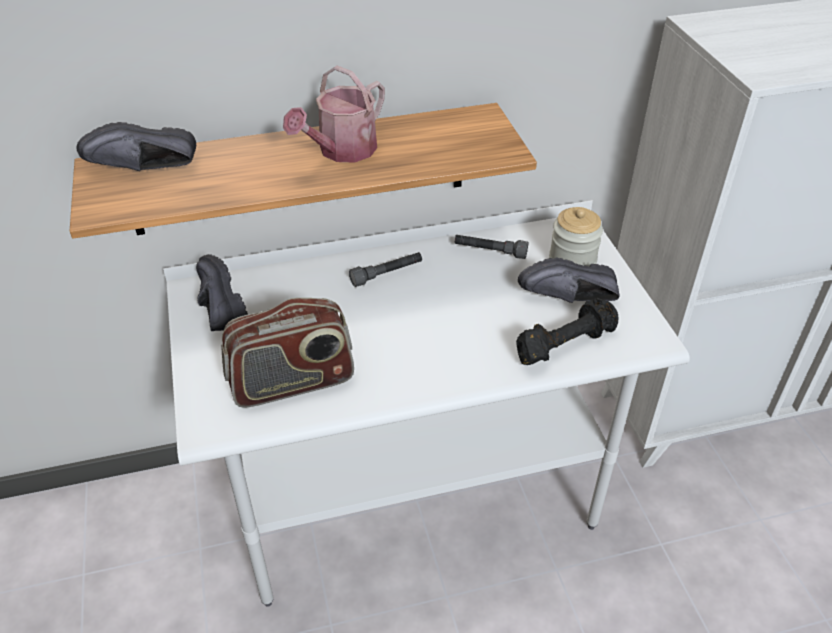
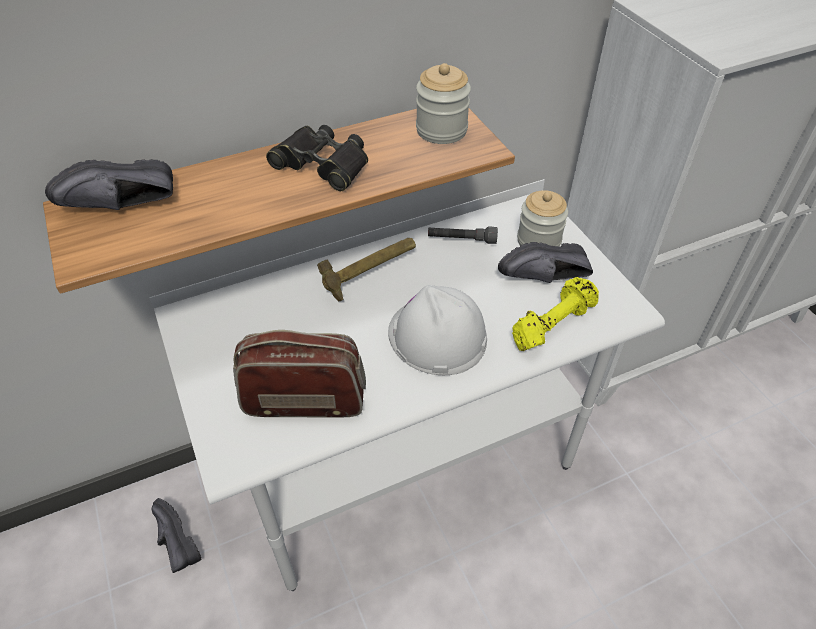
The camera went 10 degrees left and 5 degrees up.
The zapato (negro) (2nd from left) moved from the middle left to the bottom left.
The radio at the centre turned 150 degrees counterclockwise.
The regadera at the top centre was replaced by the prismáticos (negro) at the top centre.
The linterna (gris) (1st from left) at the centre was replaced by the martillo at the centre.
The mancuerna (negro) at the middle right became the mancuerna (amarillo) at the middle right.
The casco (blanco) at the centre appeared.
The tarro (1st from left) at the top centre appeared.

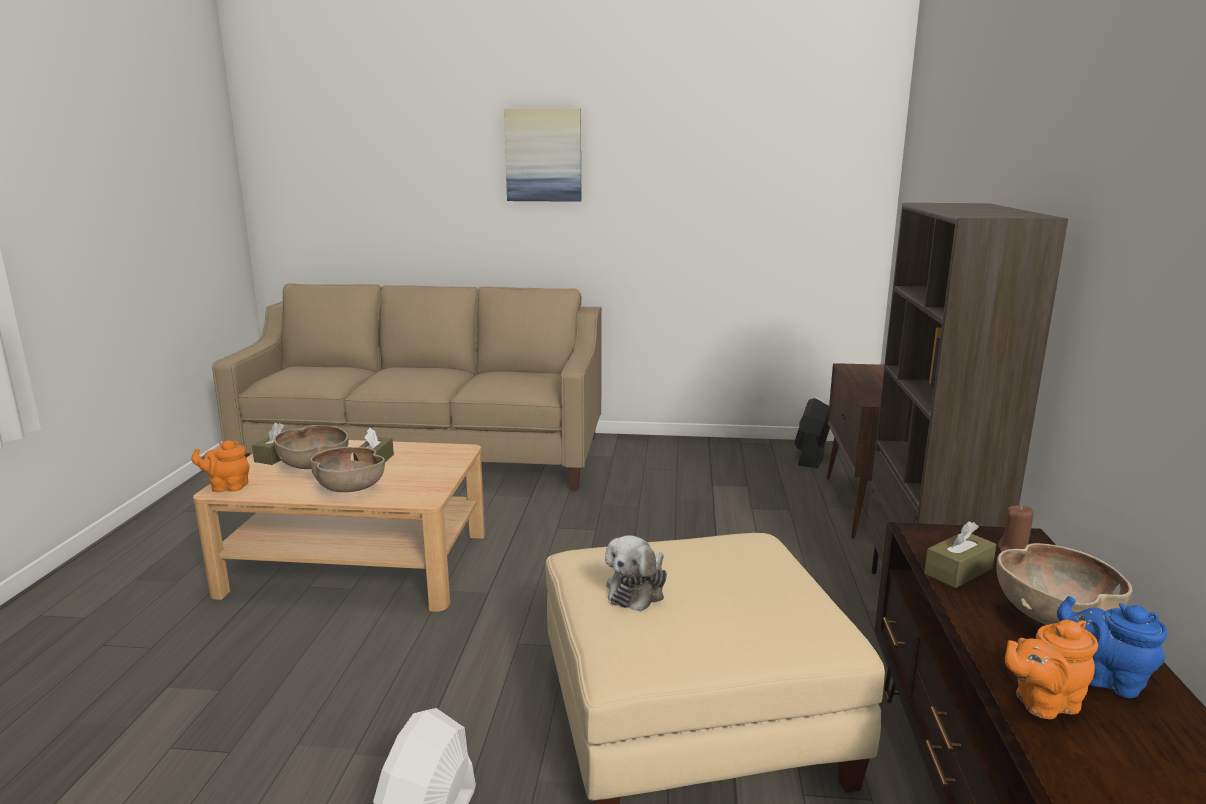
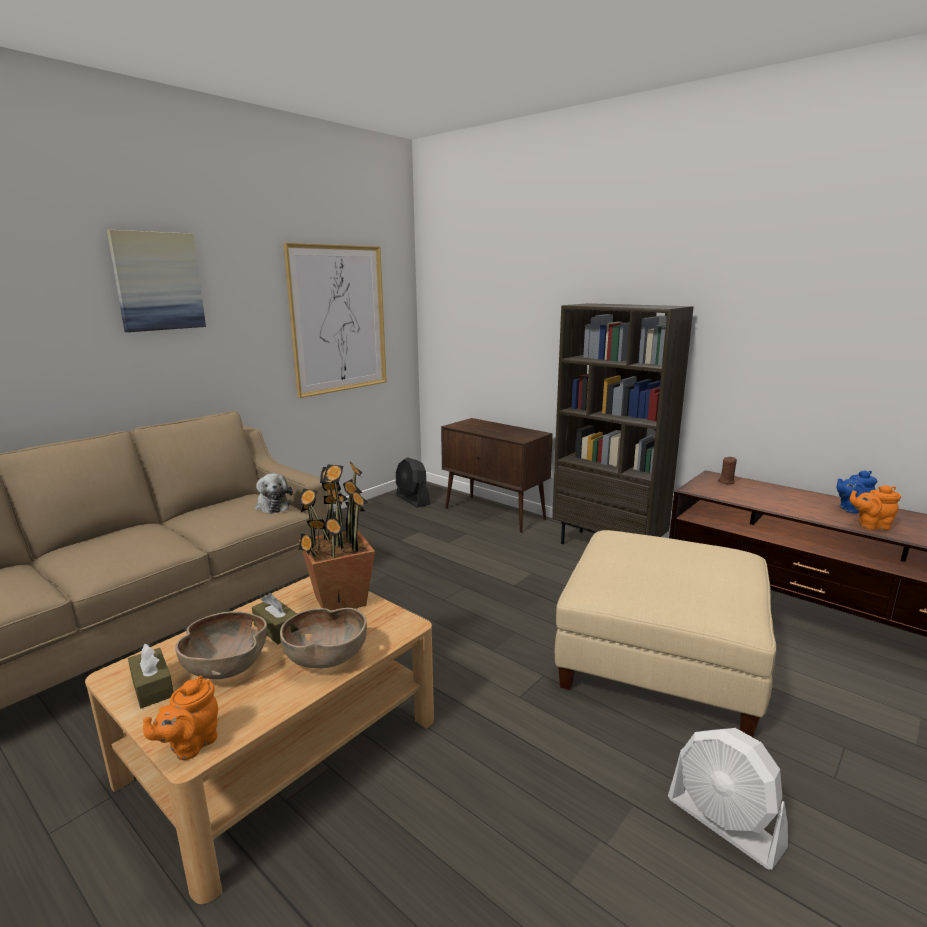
The camera went 55 degrees left and 0 degrees up.
The peluche moved from the bottom centre to the middle left.
The caja de pañuelos (marrón) (3rd from left) at the bottom right disappeared.
The cuenco (marrón) (3rd from left) at the bottom right disappeared.
The tetera (naranja) (2nd from left) at the bottom right turned 75 degrees clockwise.
The cuadro (2nd from left) at the centre appeared.
The planta en maceta at the centre appeared.

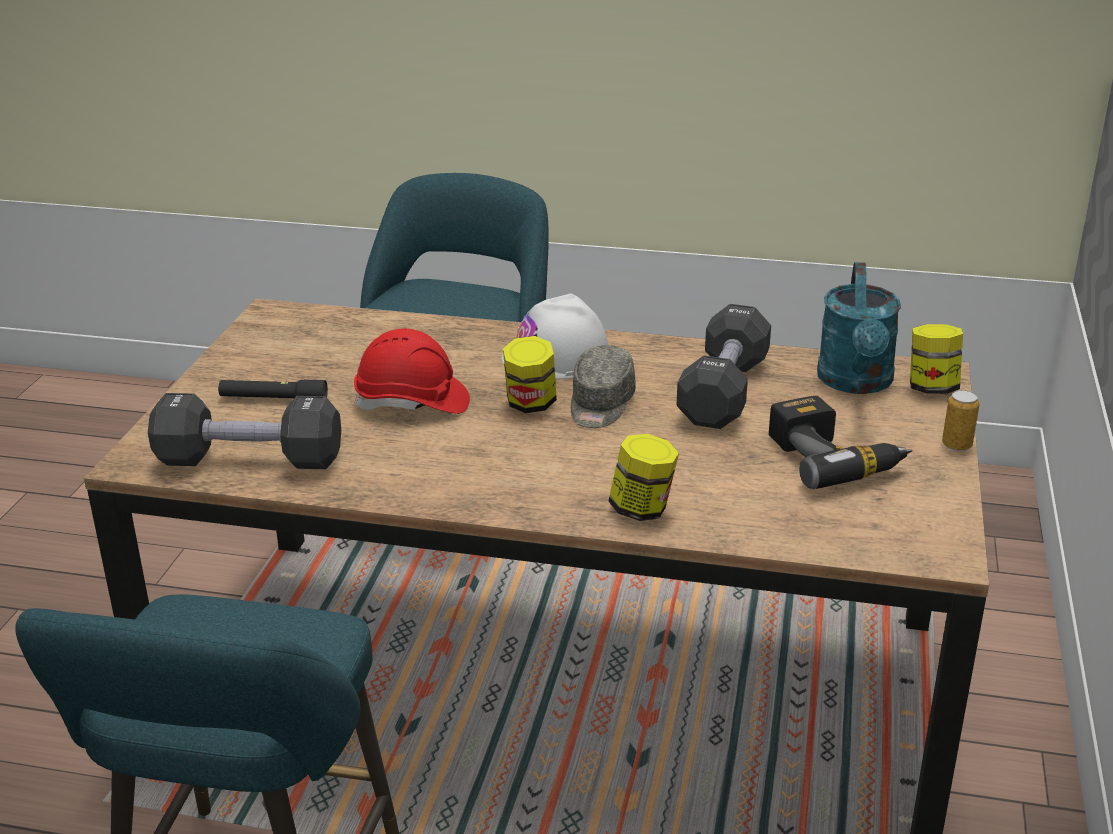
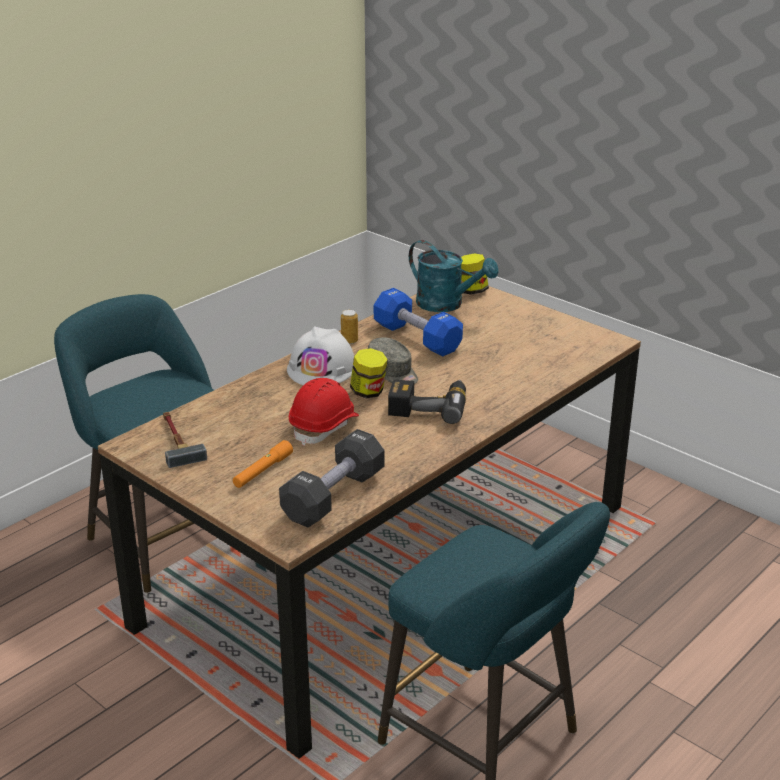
The camera went 60 degrees left and 0 degrees up.
The linterna (negro) at the middle left became the linterna (naranja) at the centre.
The tarro (2nd from left) at the centre disappeared.
The mancuerna (negro) (2nd from left) at the centre became the mancuerna (azul) at the centre.
The taladro moved from the middle right to the centre.
The lata moved from the middle right to the centre.
The martillo at the middle left appeared.

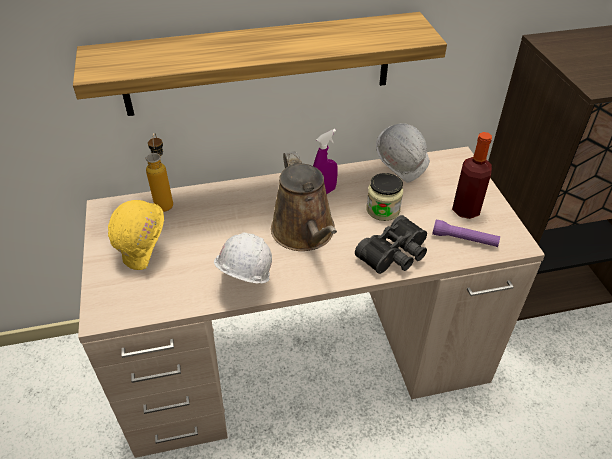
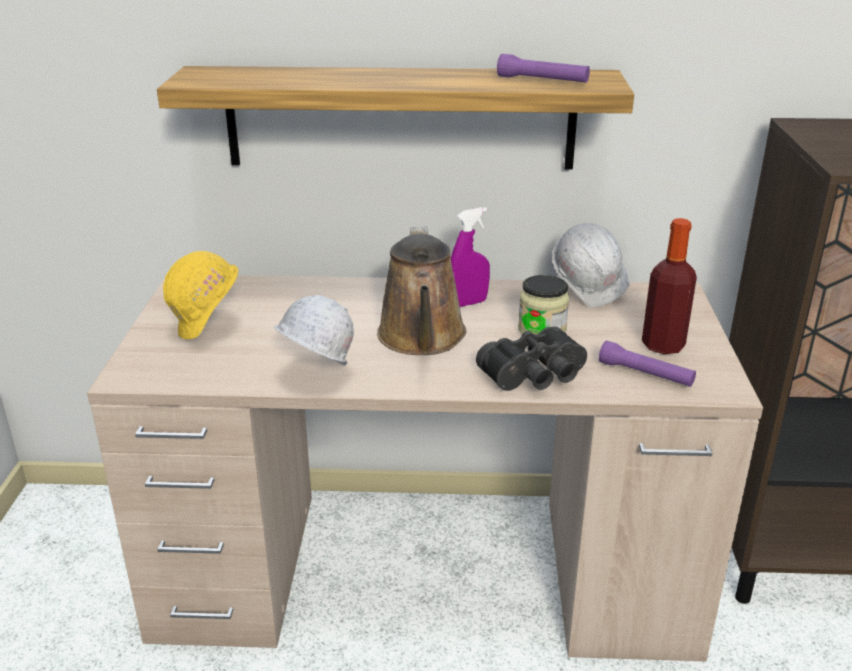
The camera went 15 degrees right and 15 degrees down.
The botella (1st from left) at the middle left disappeared.
The linterna (morado) (1st from left) at the top centre appeared.

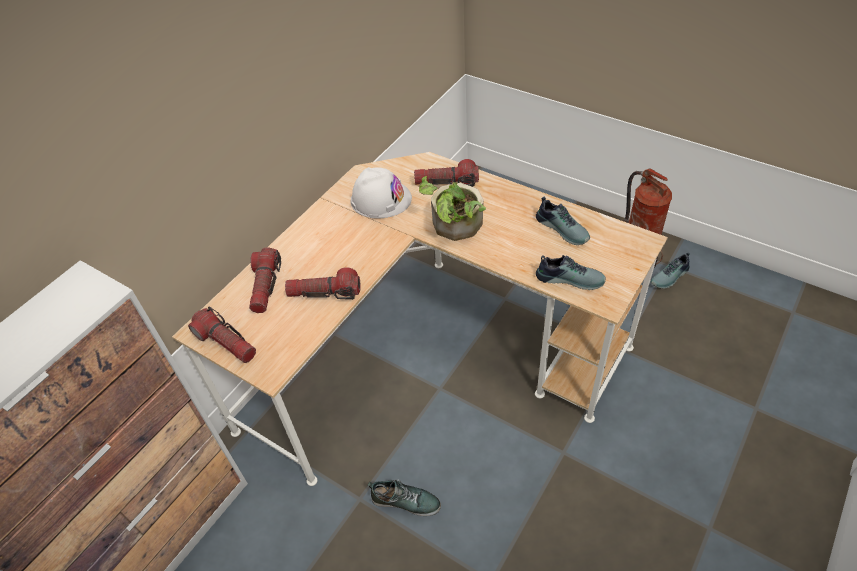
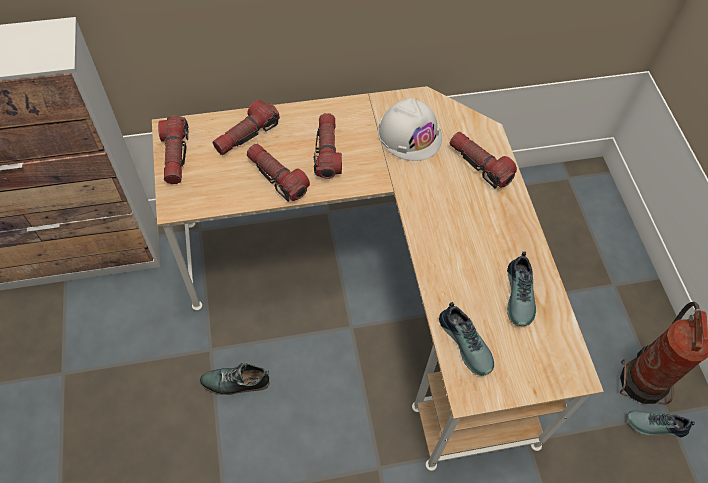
The camera went 40 degrees right and 10 degrees up.
The zapato (1st from left) at the bottom centre turned 120 degrees clockwise.
The planta en maceta at the centre disappeared.
The linterna (4th from left) at the top centre appeared.

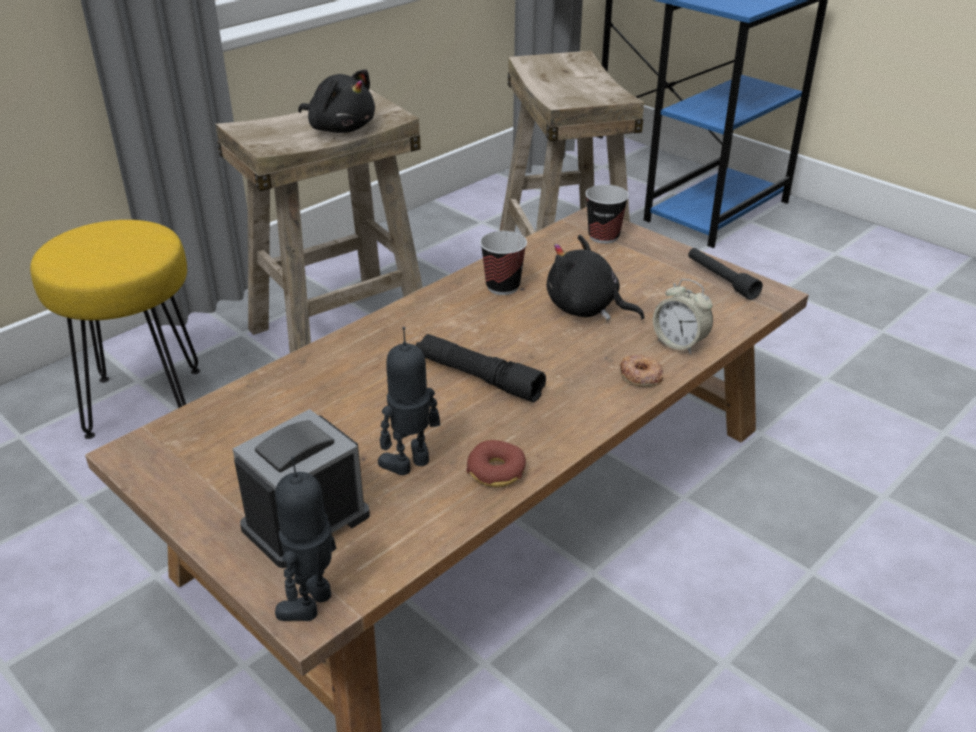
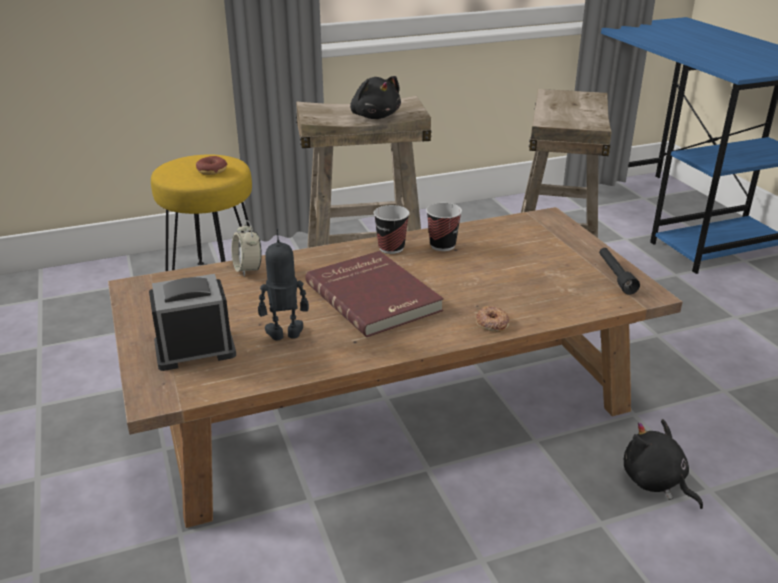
The camera went 25 degrees right and 5 degrees down.
The robot de juguete (1st from left) at the bottom left disappeared.
The linterna (negro) (1st from left) at the centre was replaced by the libro (rojo) at the centre.
The rosquilla (1st from left) moved from the centre to the top left.
The peluche (negro) (2nd from left) moved from the centre to the bottom right.
The taza (2nd from left in the first image) moved from the top centre to the centre.
The despertador (2nd from left) moved from the middle right to the middle left.

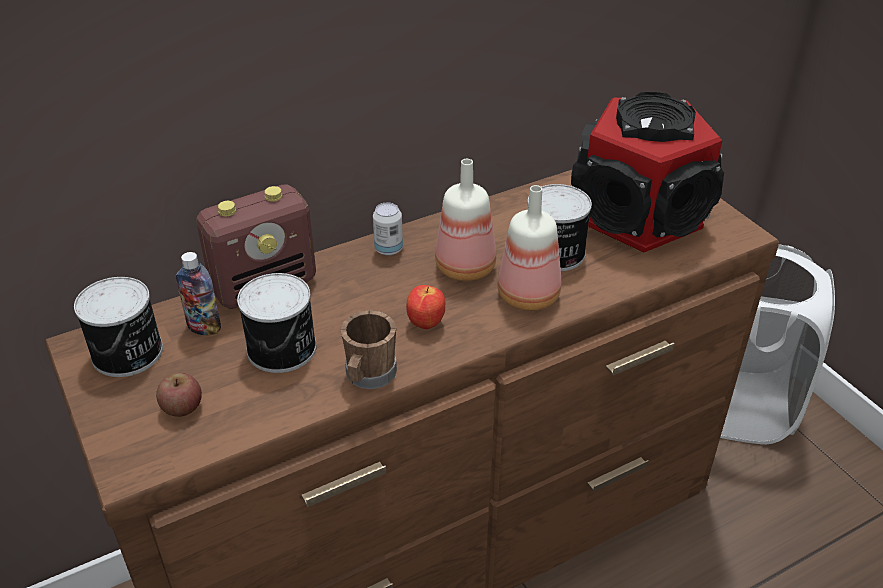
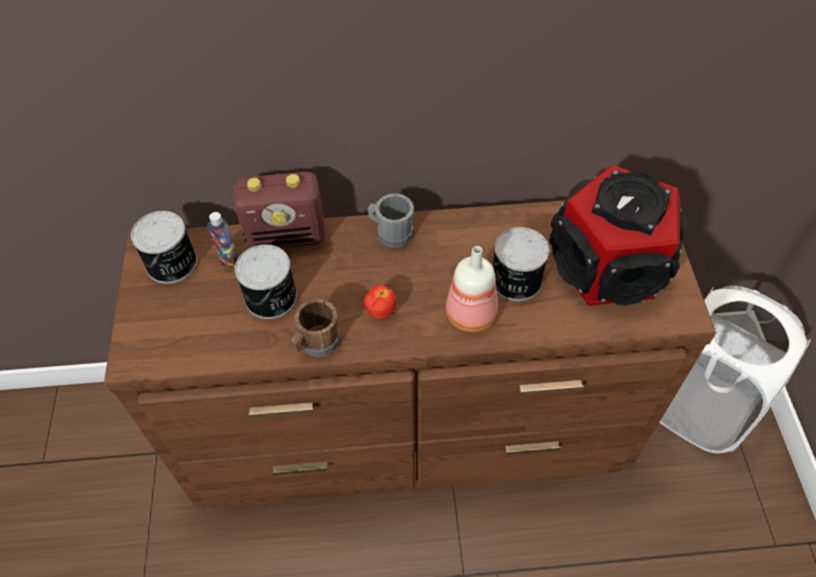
The camera went 25 degrees right and 15 degrees up.
The manzana (1st from left) at the bottom left disappeared.
The lata (3rd from left) at the centre was replaced by the taza grande (gris) at the centre.
The botella (2nd from left) at the centre disappeared.

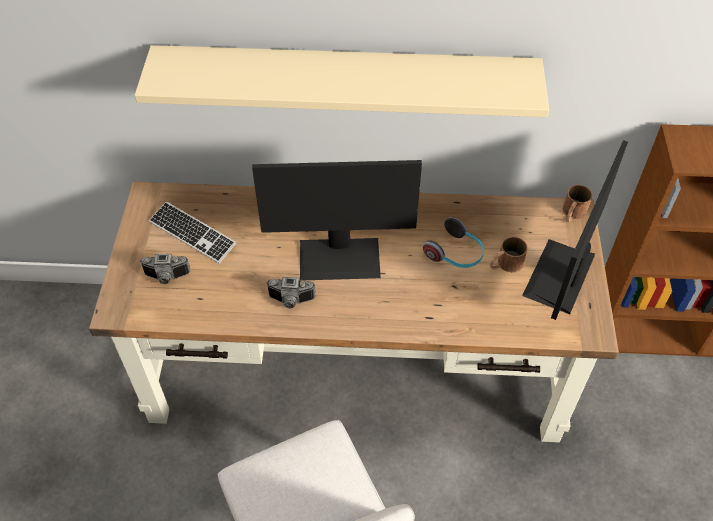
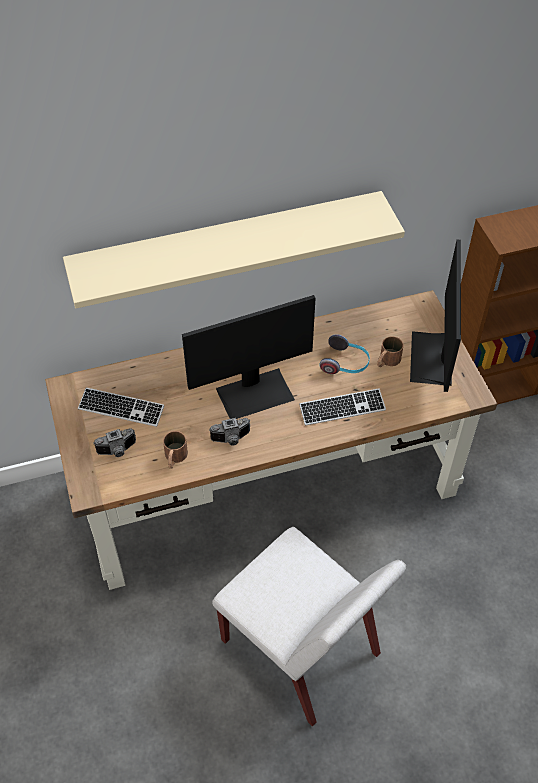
The camera went 20 degrees left and 0 degrees up.
The taza grande (marrón) (2nd from left in the first image) moved from the middle right to the middle left.
The teclado (2nd from left) at the centre appeared.

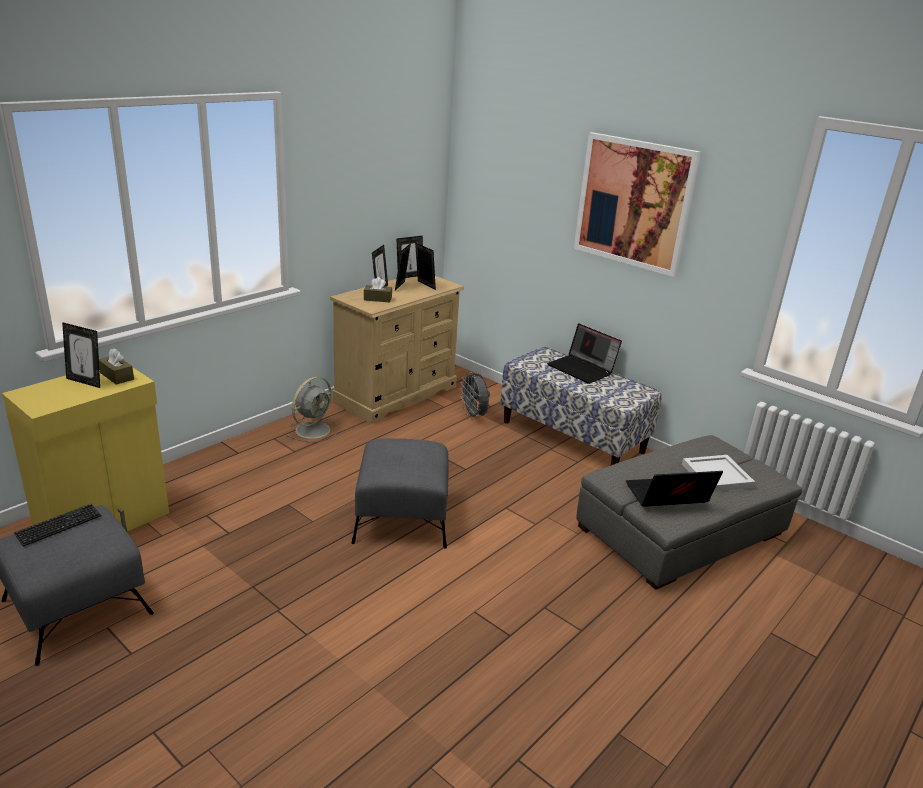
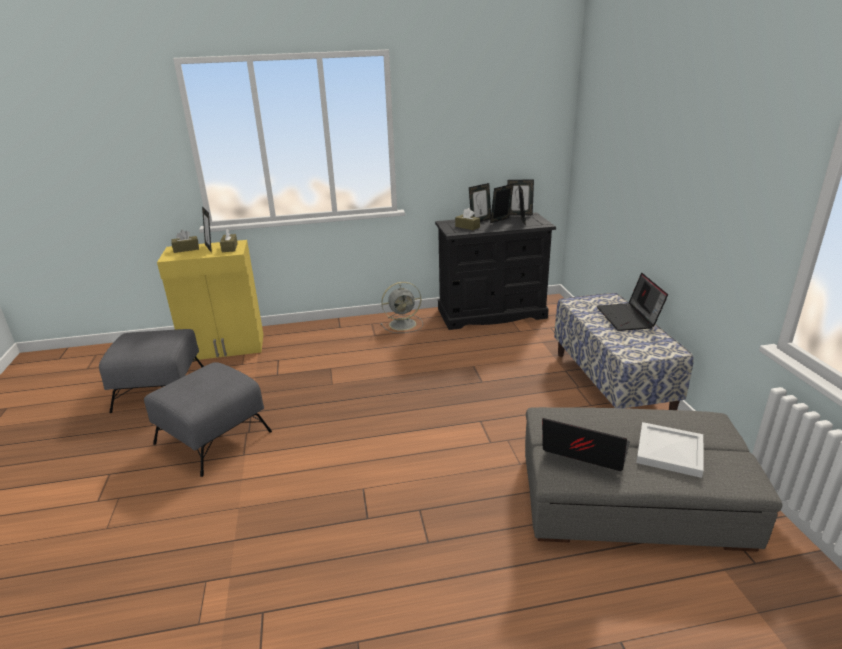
The camera went 40 degrees right and 0 degrees up.
The teclado at the middle left disappeared.
The cómoda (beis) at the centre became the cómoda (negro) at the centre.
The puf (gris) (2nd from left) moved from the centre to the middle left.
The ventilador (gris) (2nd from left) at the centre disappeared.
The cuadro at the top right disappeared.
The caja de pañuelos (marrón) (1st from left) at the middle left appeared.

